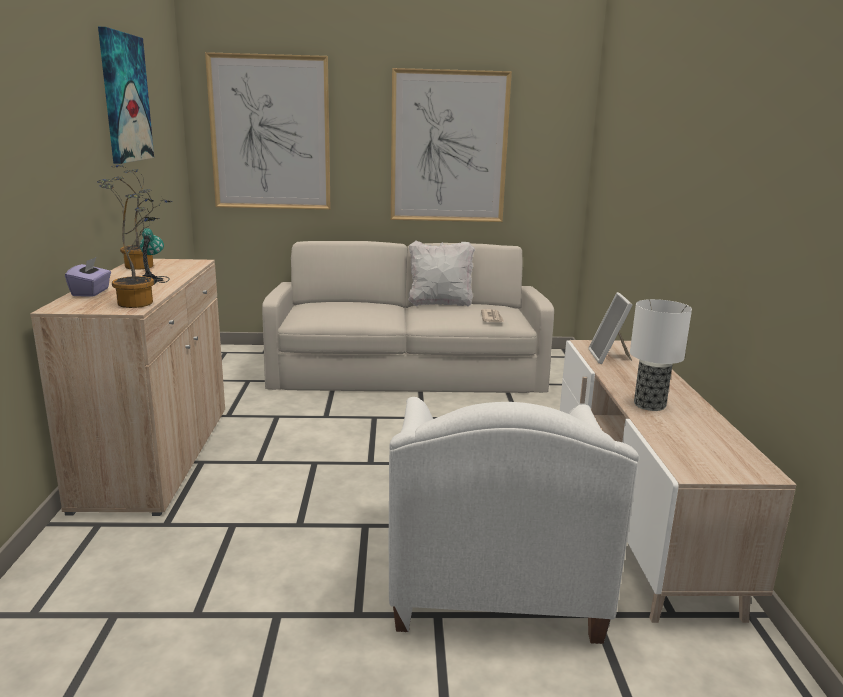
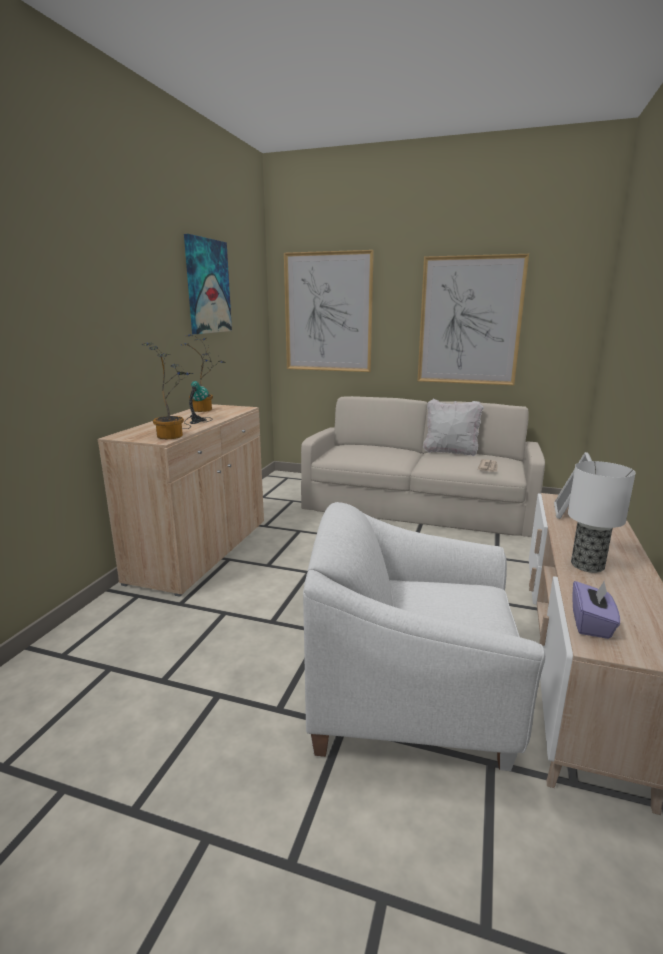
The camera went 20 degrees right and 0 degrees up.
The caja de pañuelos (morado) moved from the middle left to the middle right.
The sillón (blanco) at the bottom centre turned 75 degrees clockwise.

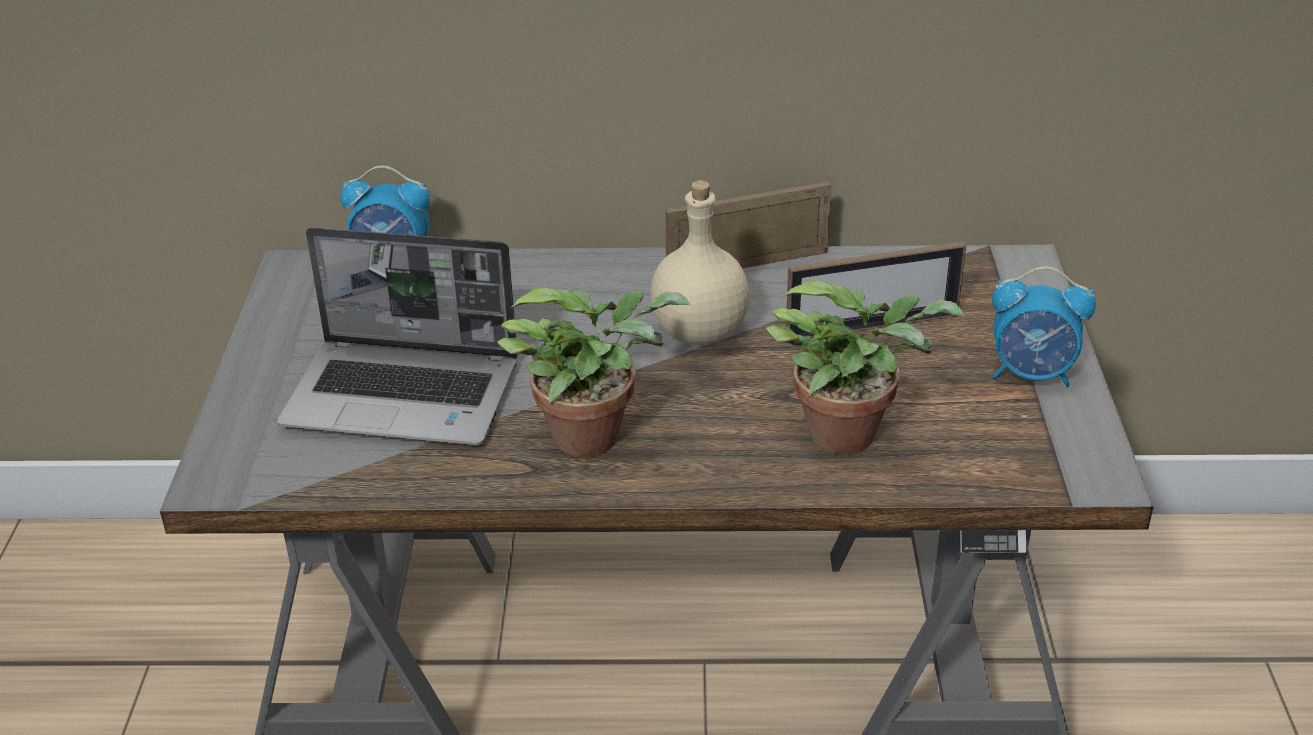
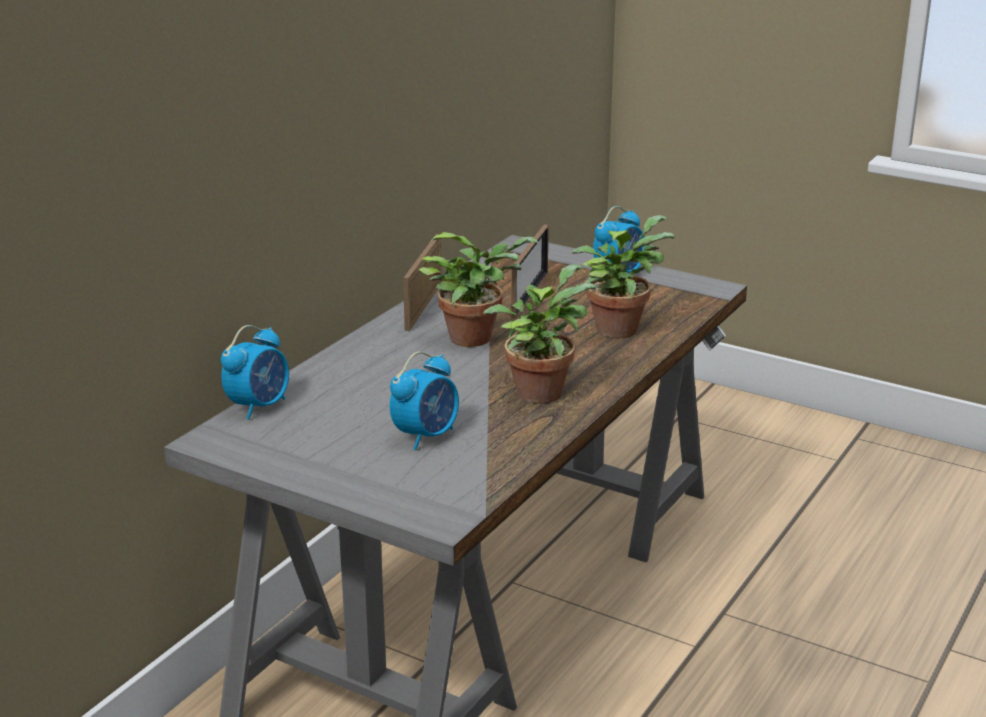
The camera went 60 degrees left and 10 degrees down.
The portátil at the middle left was replaced by the despertador (2nd from left) at the centre.
The botella (beis) at the centre was replaced by the planta en maceta (1st from left) at the centre.

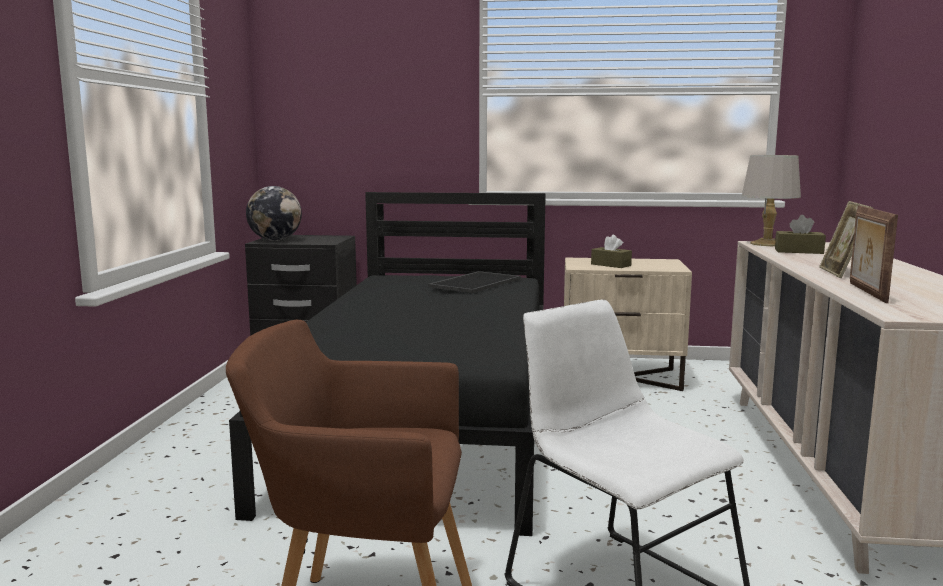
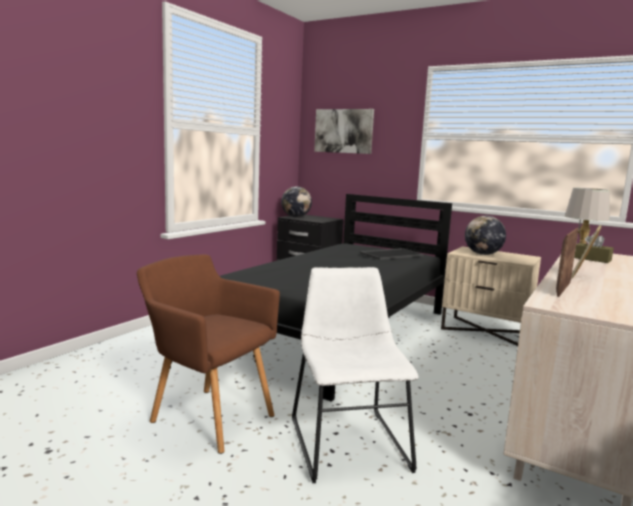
The camera went 25 degrees right and 0 degrees up.
The caja de pañuelos (marrón) (1st from left) at the centre was replaced by the globo terráqueo (2nd from left) at the middle right.
The cuadro at the top centre appeared.

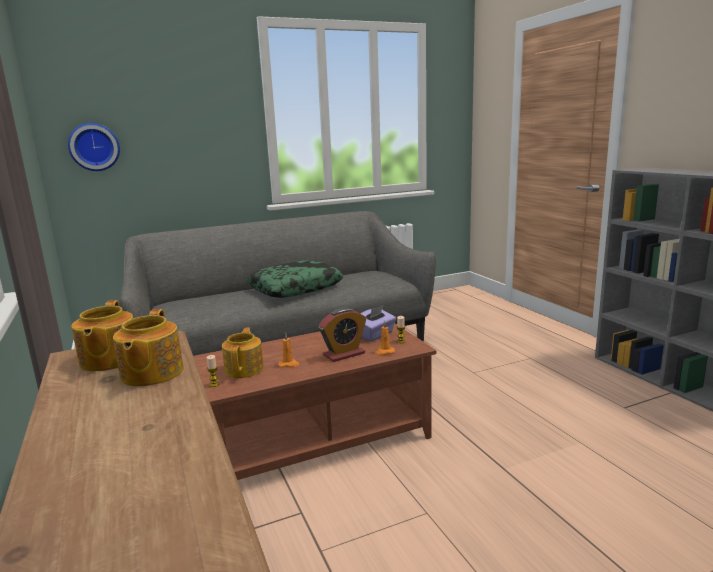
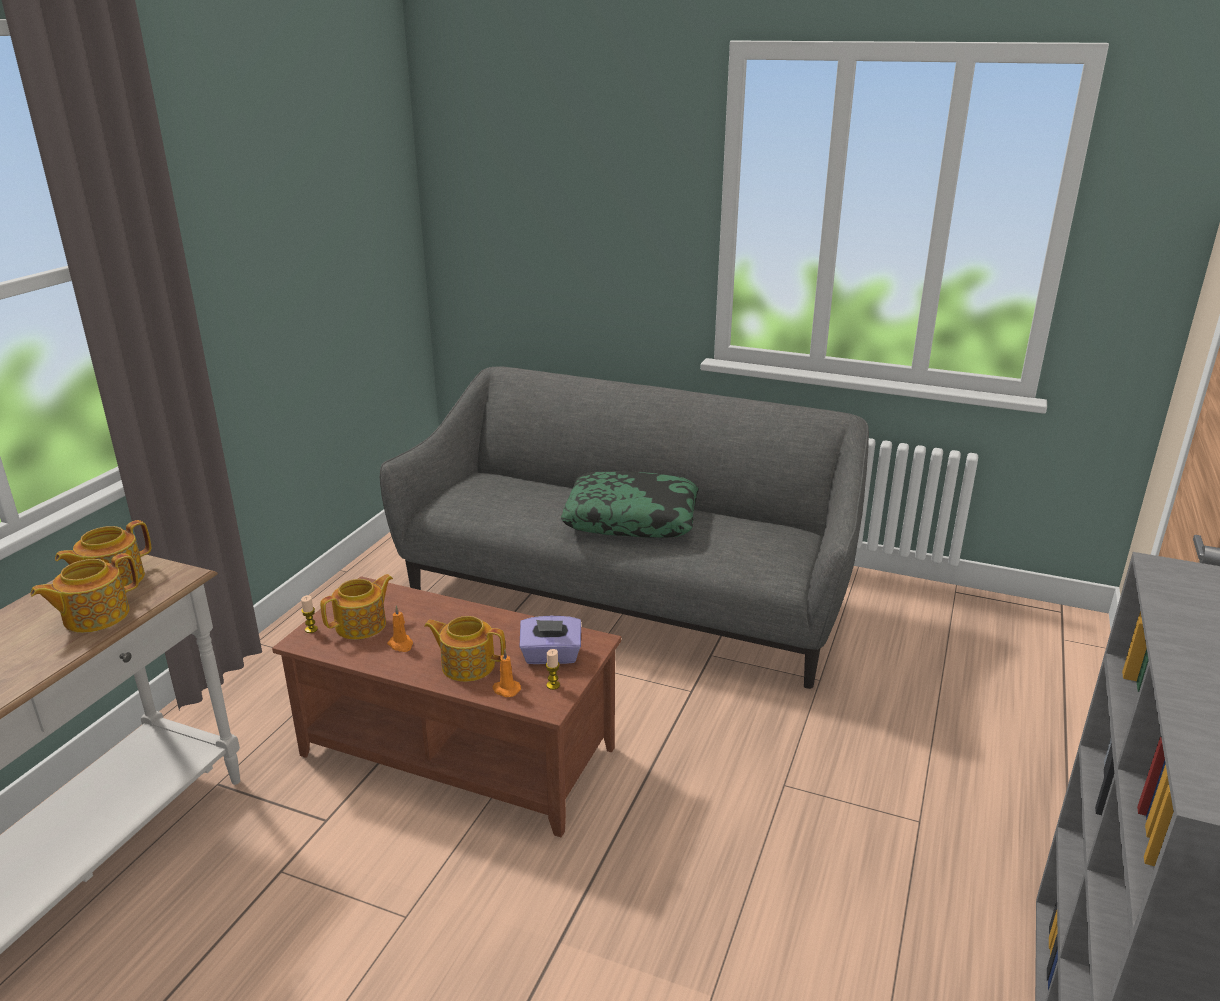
The camera went 45 degrees right and 10 degrees up.
The reloj de pared at the top left disappeared.
The despertador at the centre was replaced by the tetera (4th from left) at the centre.

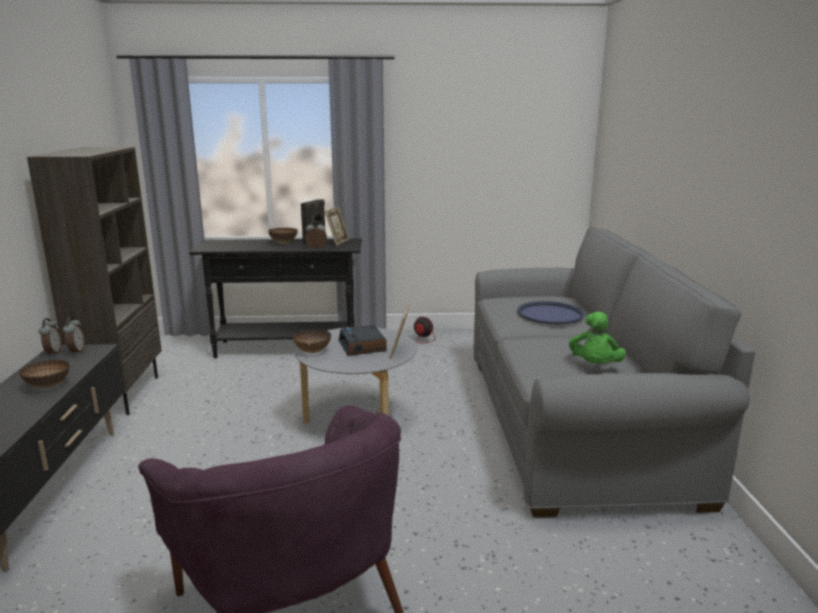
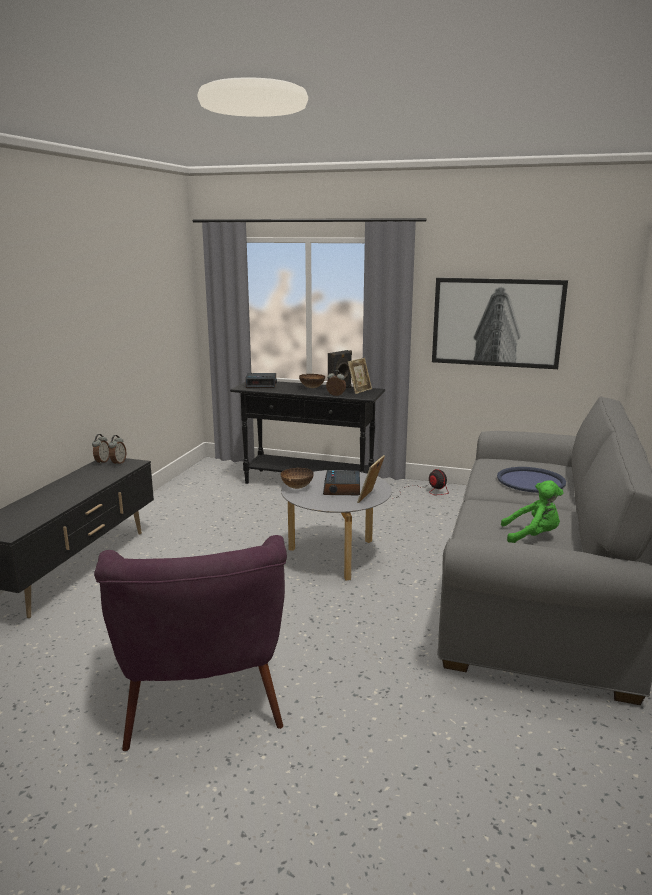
The camera went 20 degrees right and 0 degrees up.
The cuenco (1st from left) at the middle left disappeared.
The estantería (marrón) at the middle left disappeared.
The peluche (verde) at the middle right turned 120 degrees counterclockwise.
The despertador (3rd from left) at the centre appeared.
The cuadro at the middle right appeared.

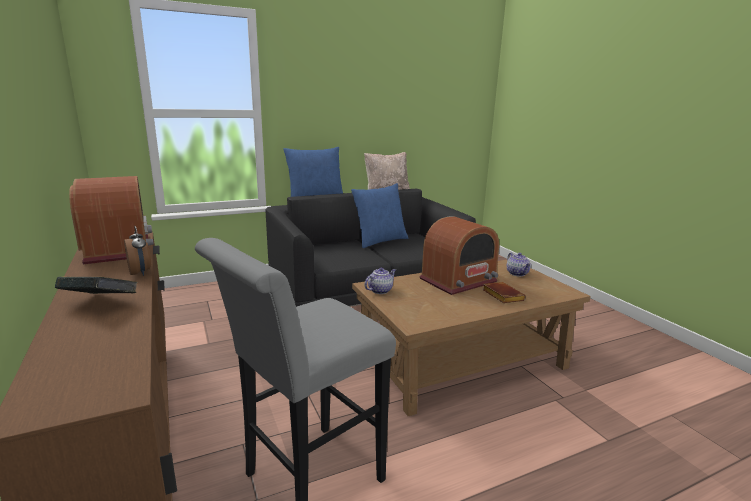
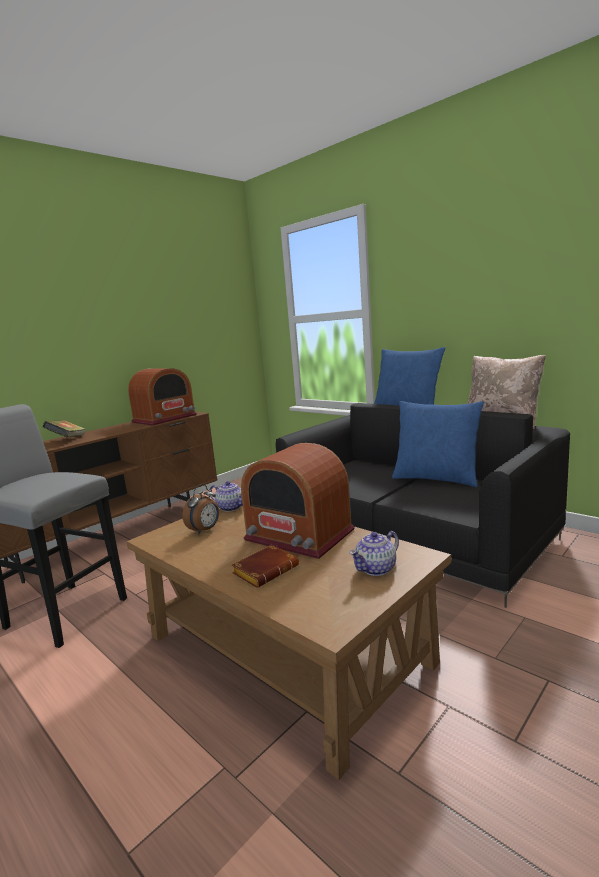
The camera went 70 degrees right and 5 degrees down.
The despertador moved from the middle left to the centre.

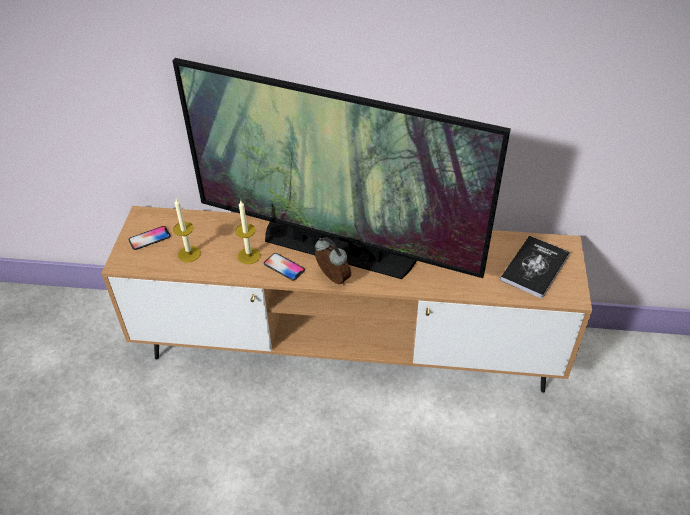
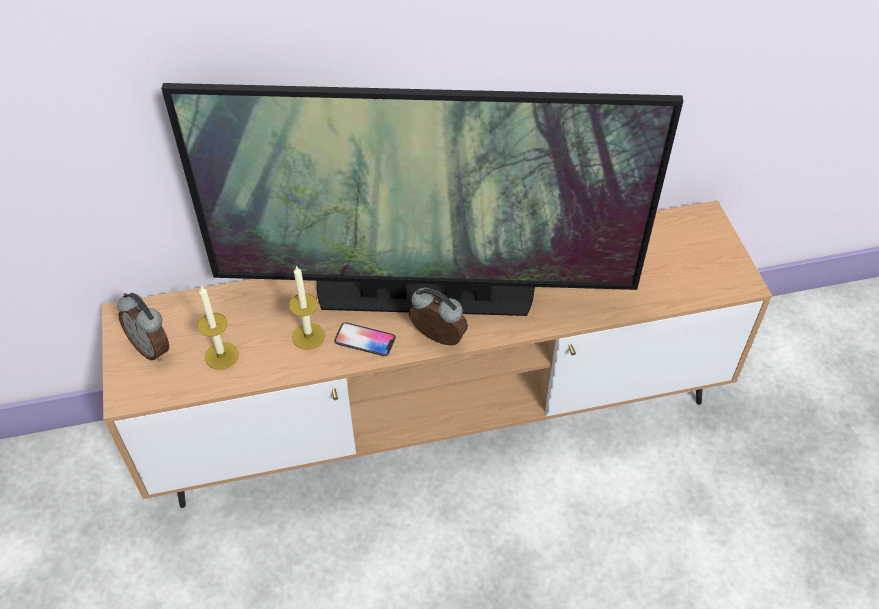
The camera went 20 degrees left and 5 degrees up.
The móvil (1st from left) at the middle left was replaced by the despertador (1st from left) at the middle left.
The libro at the middle right disappeared.

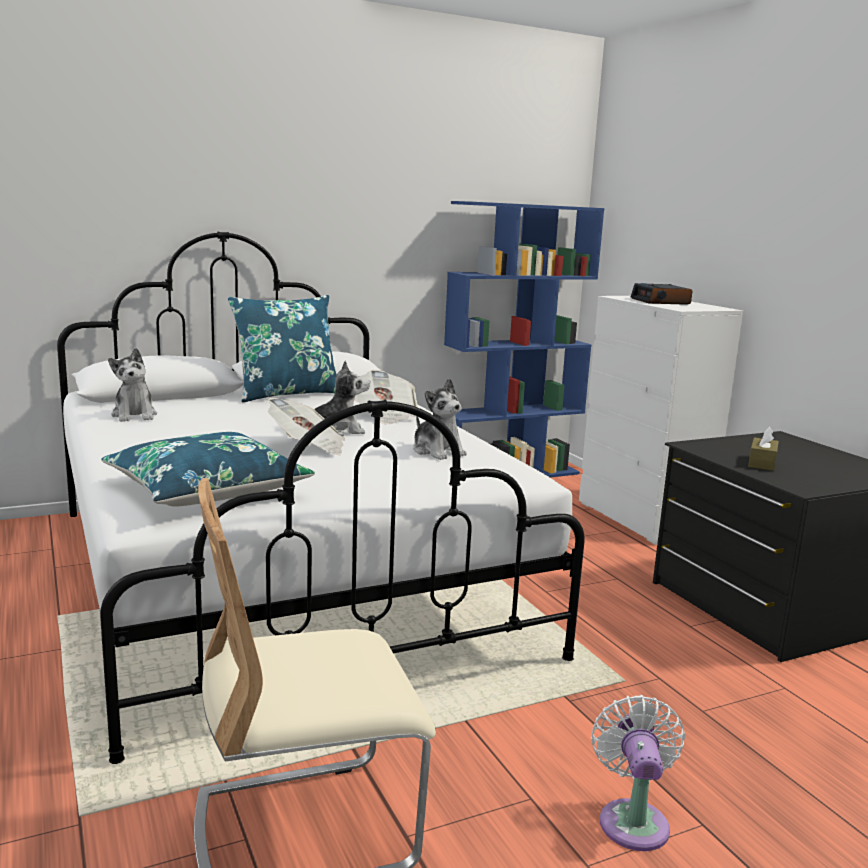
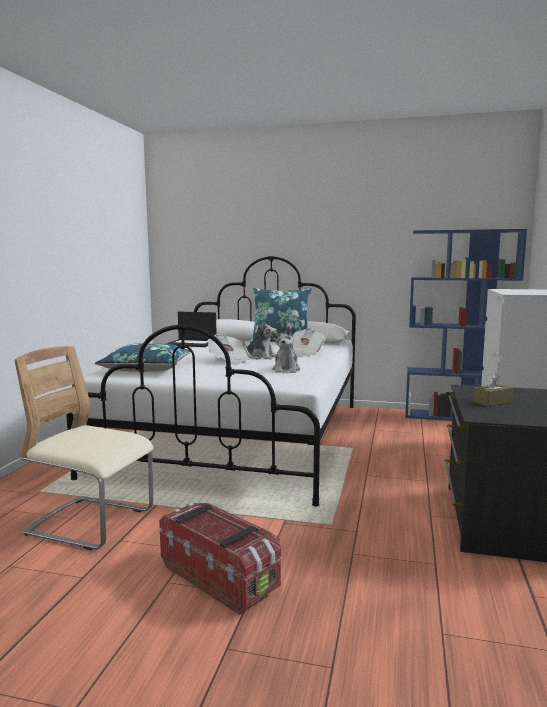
The camera went 40 degrees right and 5 degrees down.
The peluche (1st from left) at the middle left was replaced by the portátil at the centre.
The ventilador (blanco) at the bottom right was replaced by the caja de almacenaje at the bottom centre.
The despertador at the middle right disappeared.

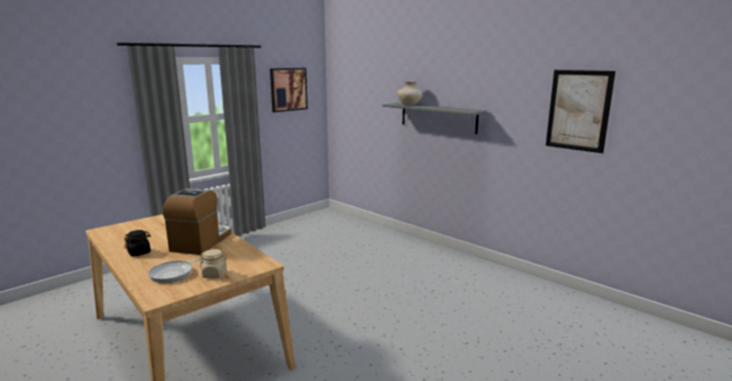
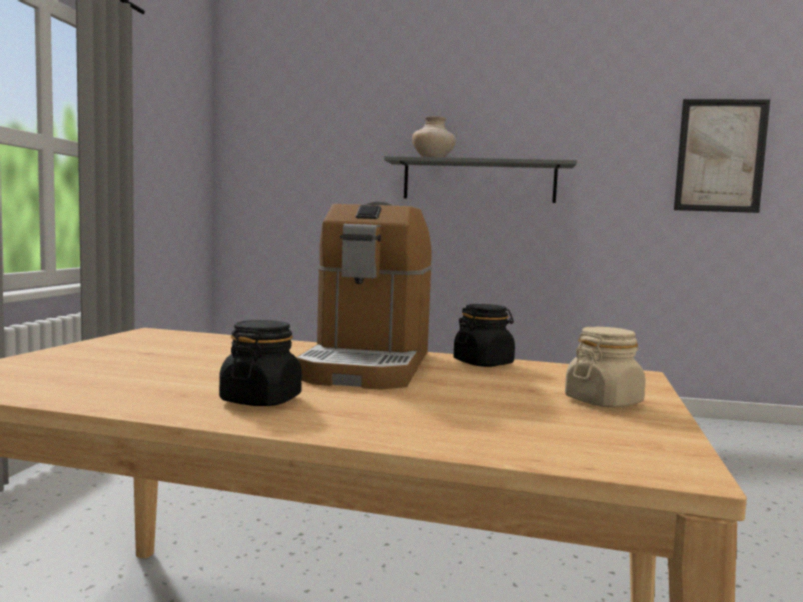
The camera went 35 degrees left and 10 degrees down.
The sartén at the bottom left disappeared.
The cafetera at the middle left turned 150 degrees counterclockwise.
The cuadro (1st from left) at the top centre disappeared.
The tarro (negro) (2nd from left) at the centre appeared.

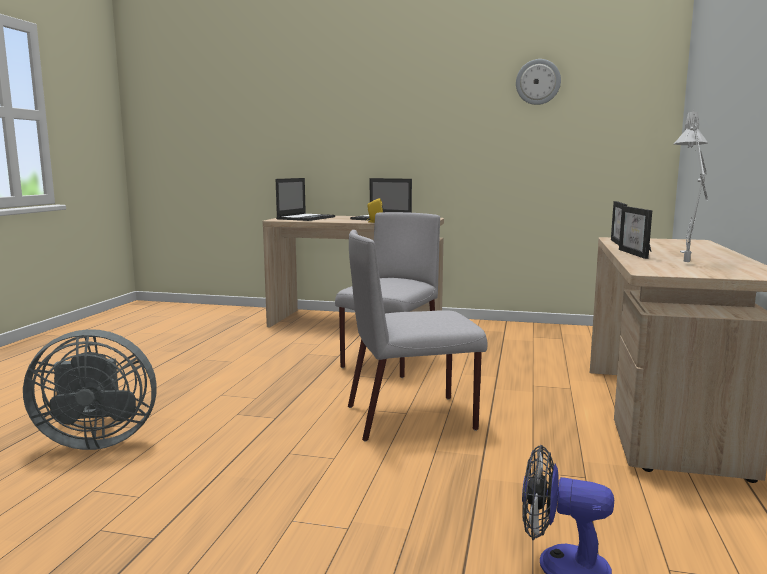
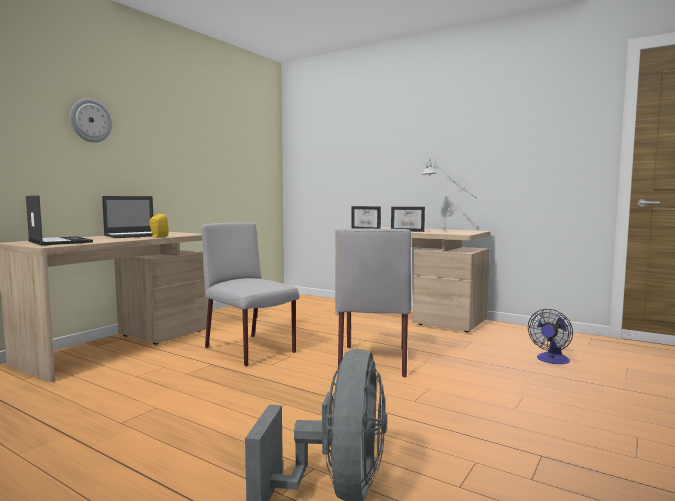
The camera went 70 degrees left and 5 degrees down.
The reloj de pared moved from the top right to the top left.

